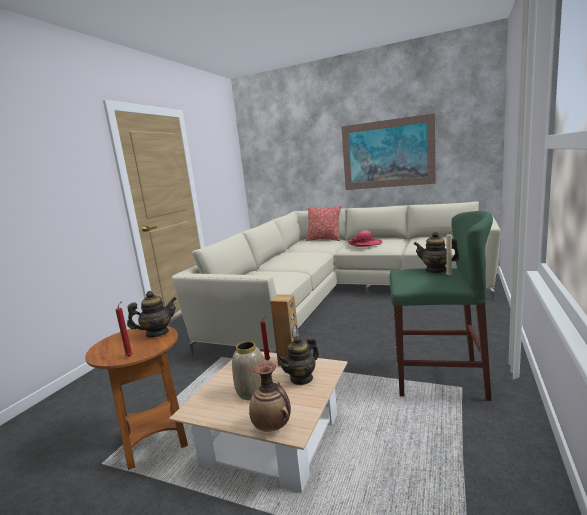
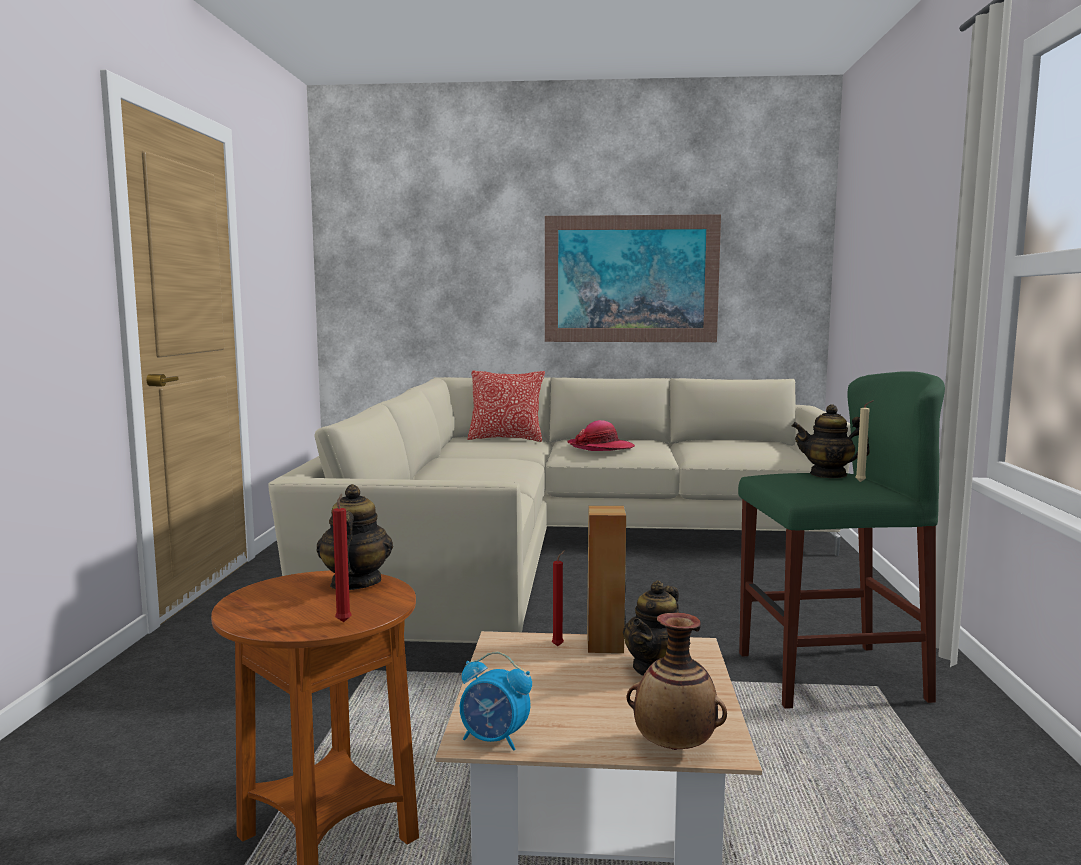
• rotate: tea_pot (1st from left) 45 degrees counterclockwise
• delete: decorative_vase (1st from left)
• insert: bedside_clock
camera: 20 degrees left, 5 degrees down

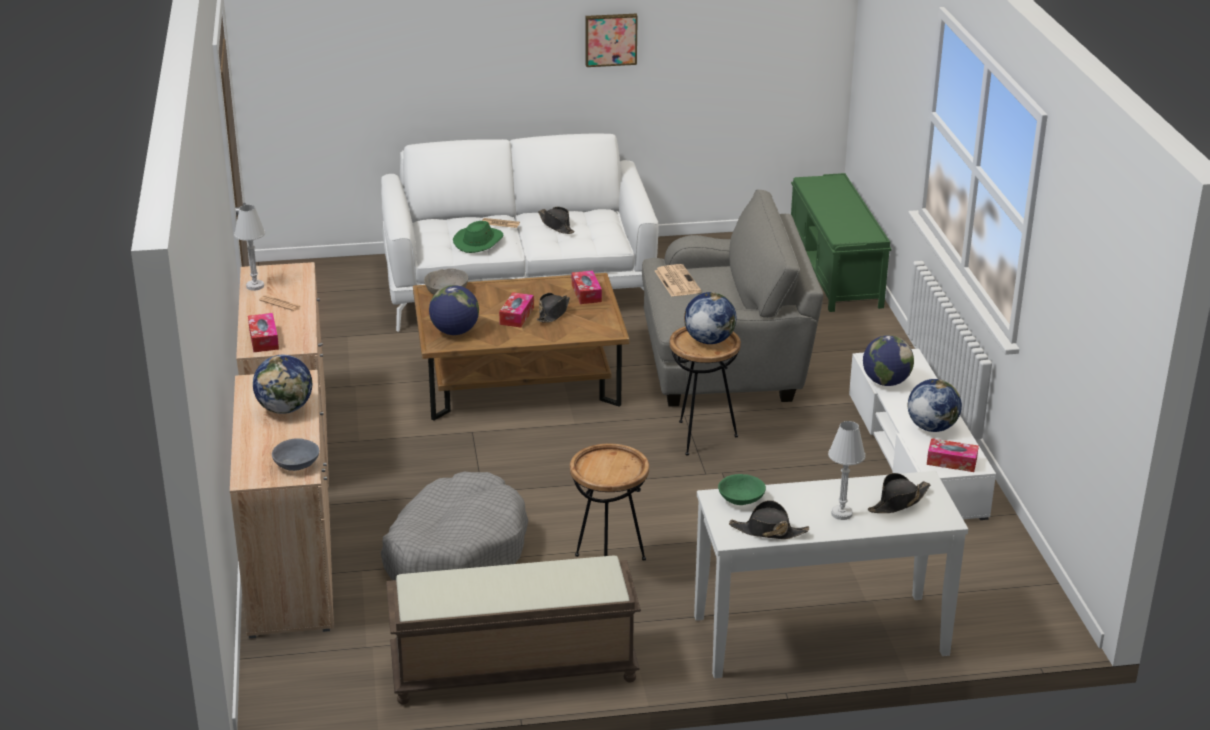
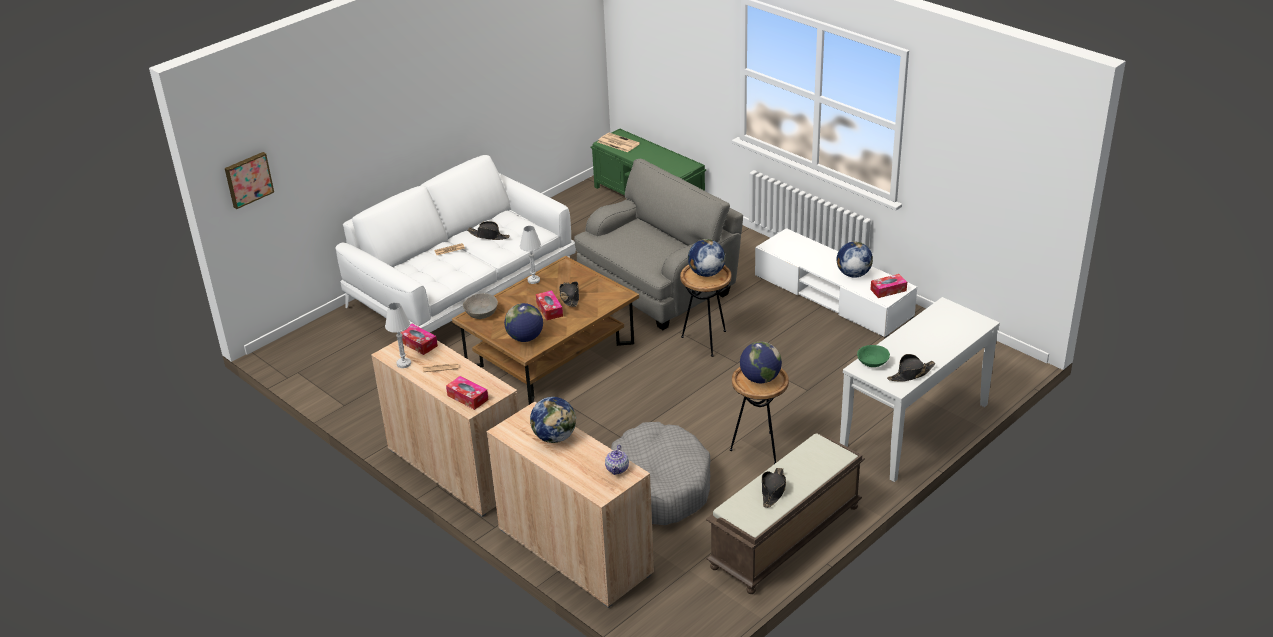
• replace: grey_serving_bowl (1st from left) to tea_pot
• delete: green-coloured_clothing_hat
• move: box_of_tissues (3rd from left in the first image) to box_of_tissues (1st from left)
• move: wall_art
• move: newspaper (3rd from left)
• move: whitish_lamp_for_a_table (2nd from left)
• move: world_globe (4th from left)
• move: black_clothing_hat (4th from left in the first image) to black_clothing_hat (3rd from left)
camera: 35 degrees left, 5 degrees up

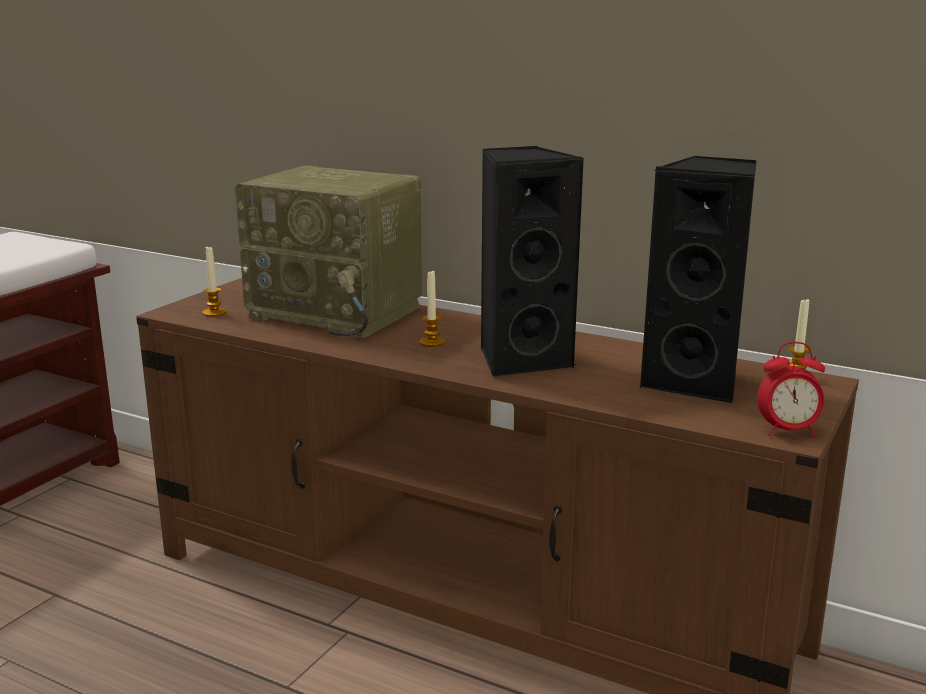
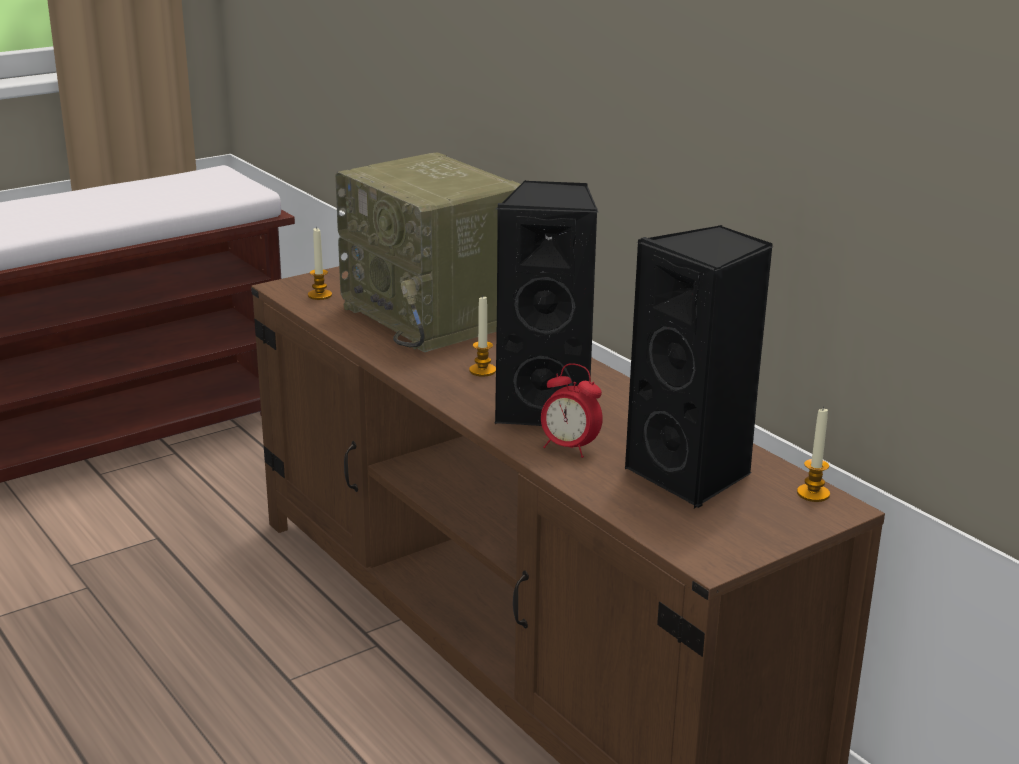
• move: bedside_clock
camera: 25 degrees right, 5 degrees up

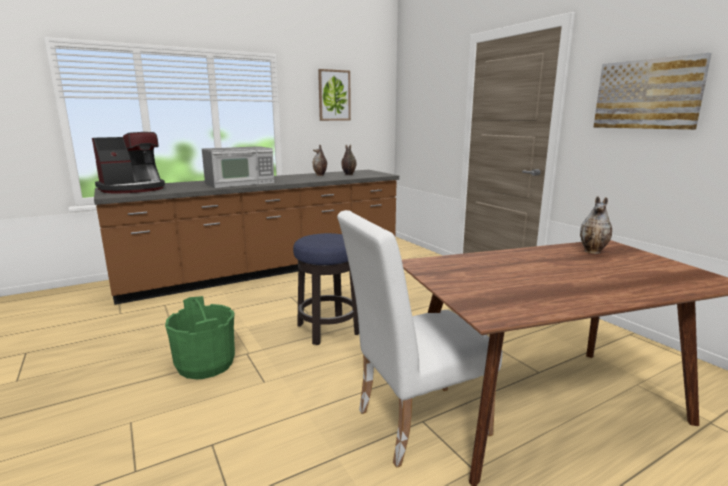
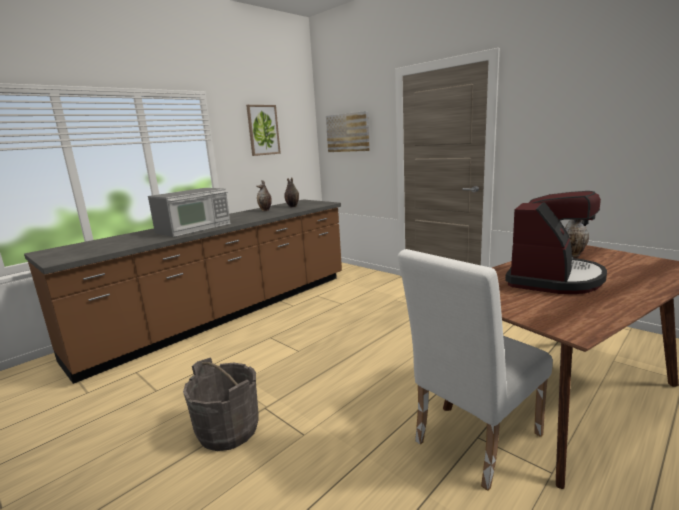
• move: coffee_brewer
• recolor: green-coloured_water_bucket to grey_water_bucket
• delete: sitting_stool
• move: wall_art (2nd from left)
camera: 15 degrees left, 0 degrees up

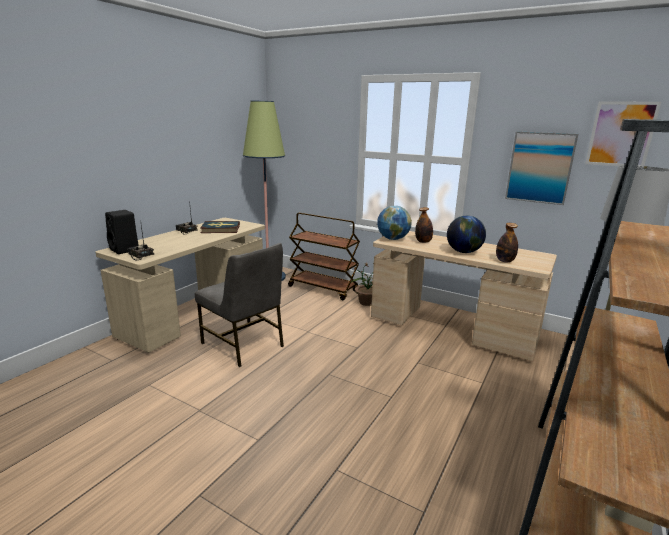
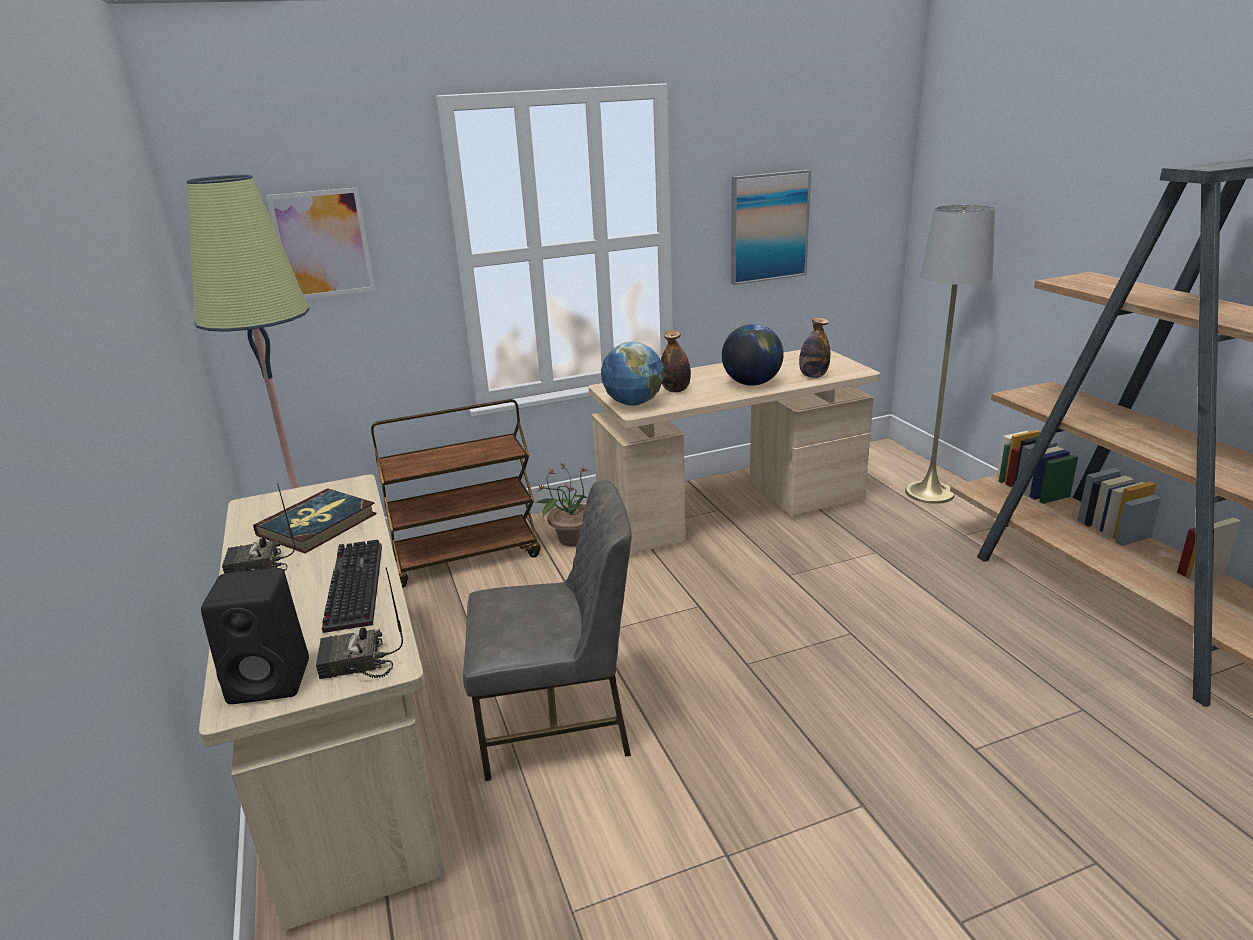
• move: wall_art (2nd from left in the first image) to wall_art (1st from left)
• insert: keyboard
camera: 50 degrees left, 5 degrees up

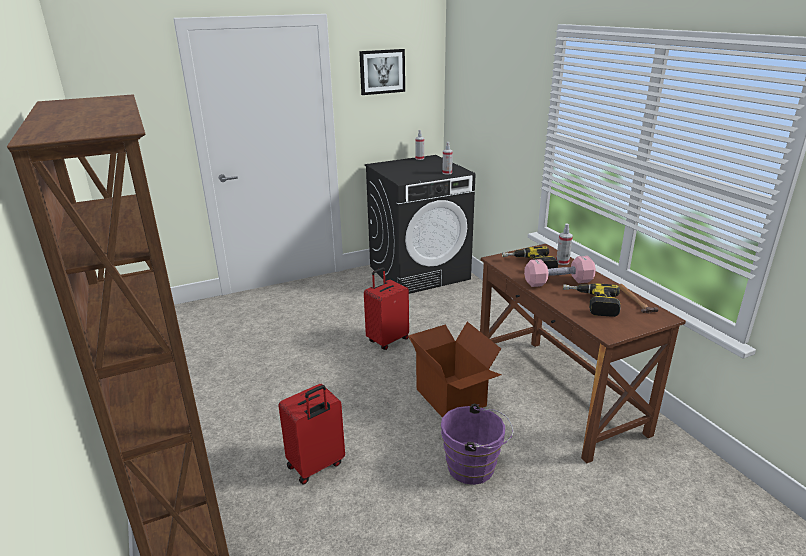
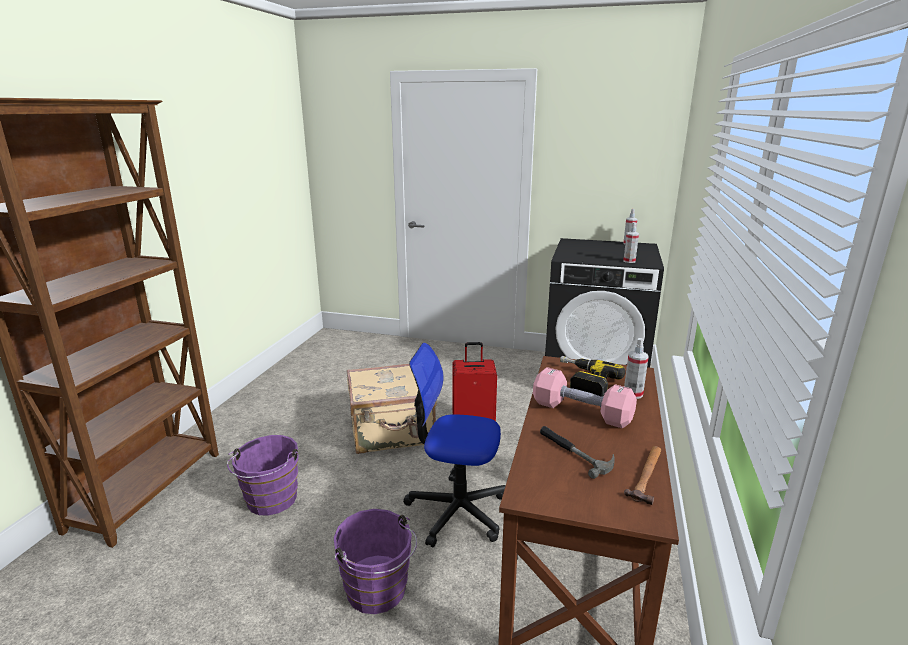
• replace: reddish_suitcase (1st from left) to purplish_water_bucket (1st from left)
• delete: wall_art
• replace: cardboard_box to desk_chair
• replace: drill (2nd from left) to hammer (1st from left)
• insert: beige_suitcase
camera: 40 degrees right, 5 degrees down

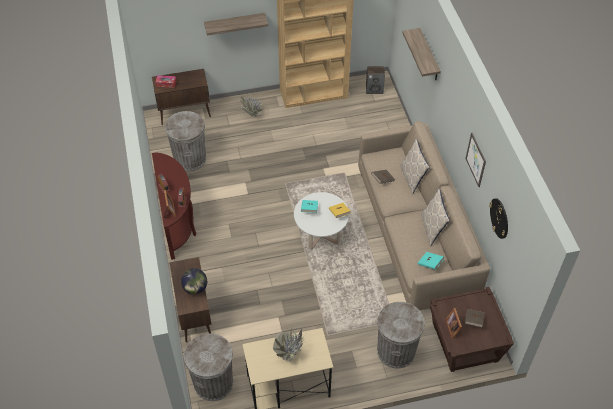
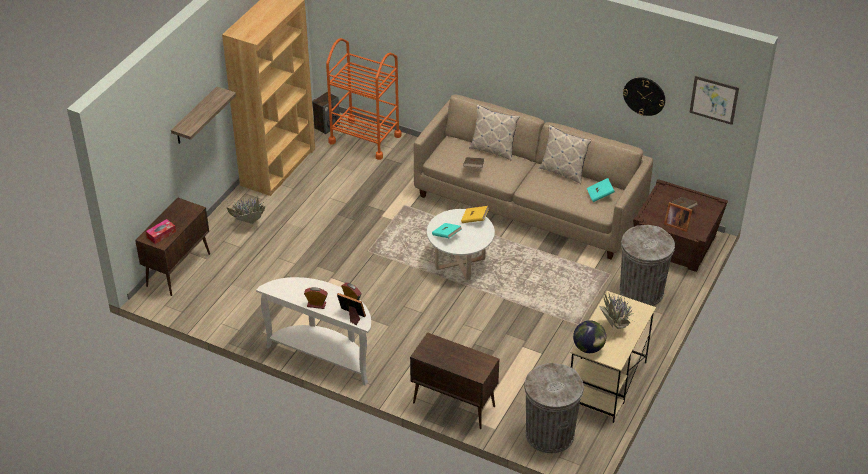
• recolor: brown-coloured_hall_table to whitish_hall_table
• delete: grey_waste_bin (1st from left)
• move: world_globe
• delete: shelf (2nd from left)
• move: wall_art
• insert: orange_trolley
camera: 50 degrees left, 10 degrees down

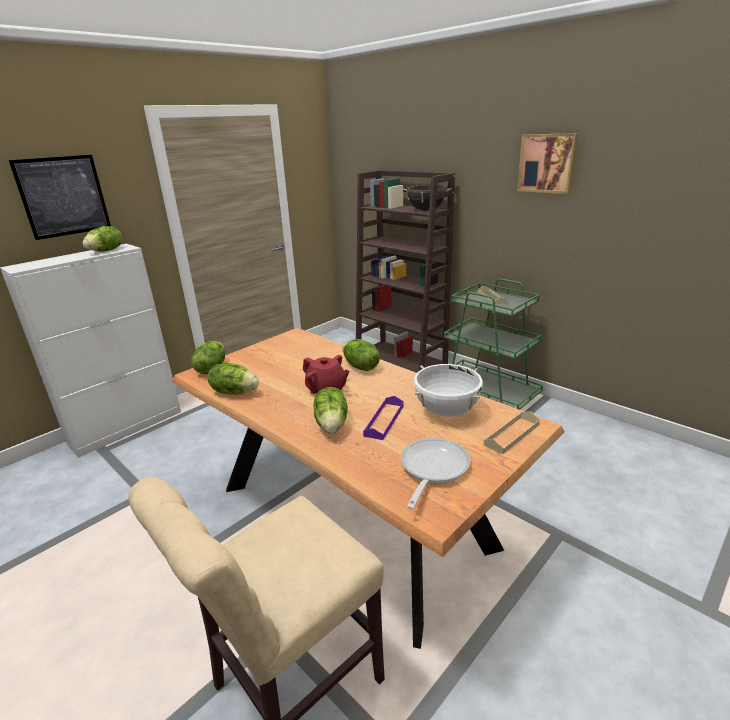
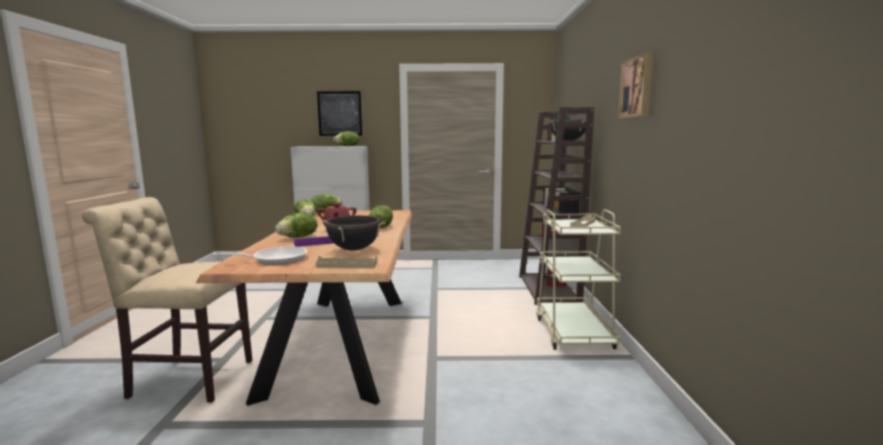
• recolor: whitish_cooking_pot to black_cooking_pot (1st from left)
• recolor: green-coloured_trolley to beige_trolley
camera: 45 degrees right, 15 degrees down

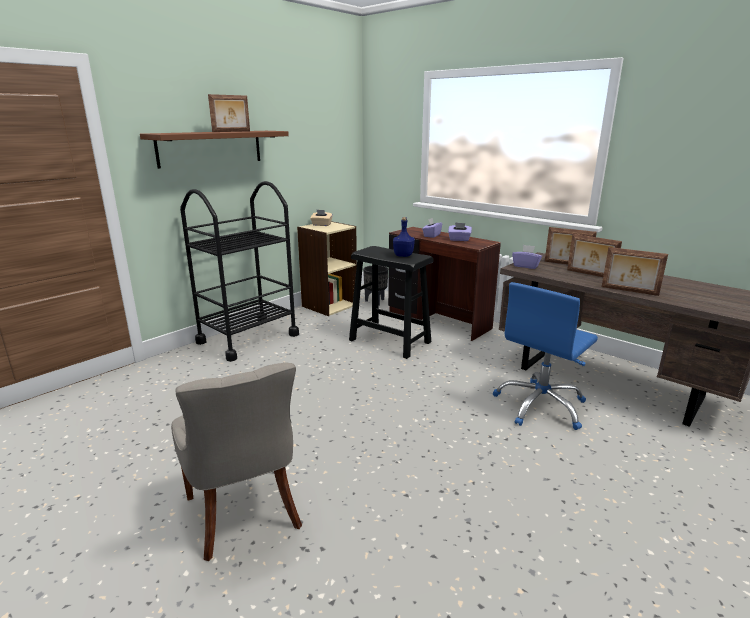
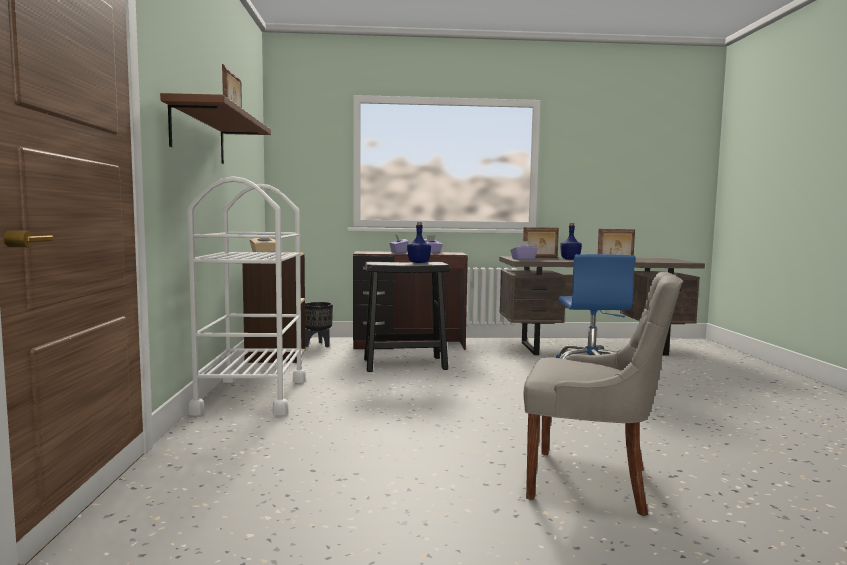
• recolor: black_trolley to whitish_trolley
• replace: picture_frame (3rd from left) to bluish_bottle (2nd from left)
camera: 45 degrees left, 15 degrees down

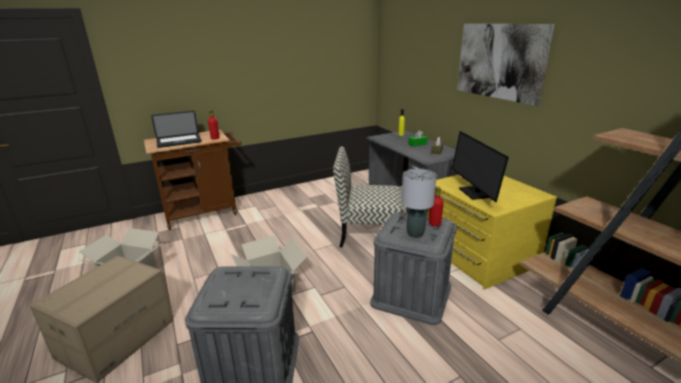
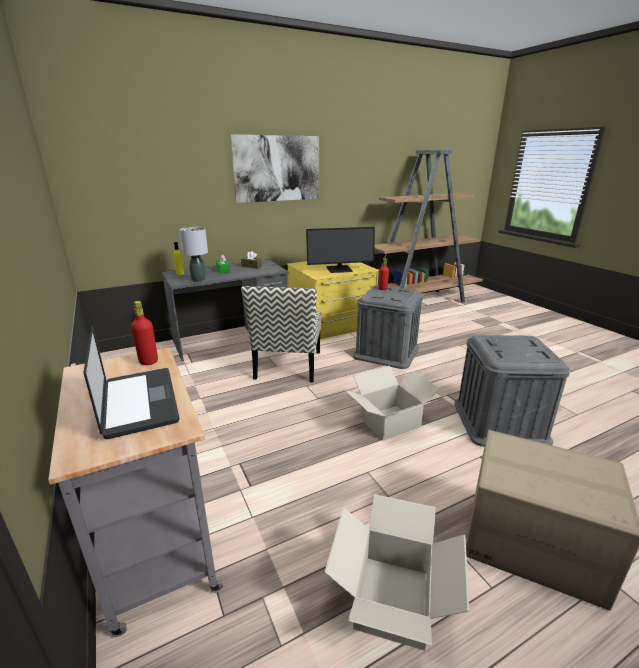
• recolor: brown-coloured_trolley to grey_trolley
• move: grey_lamp_for_a_table
camera: 90 degrees left, 0 degrees up

